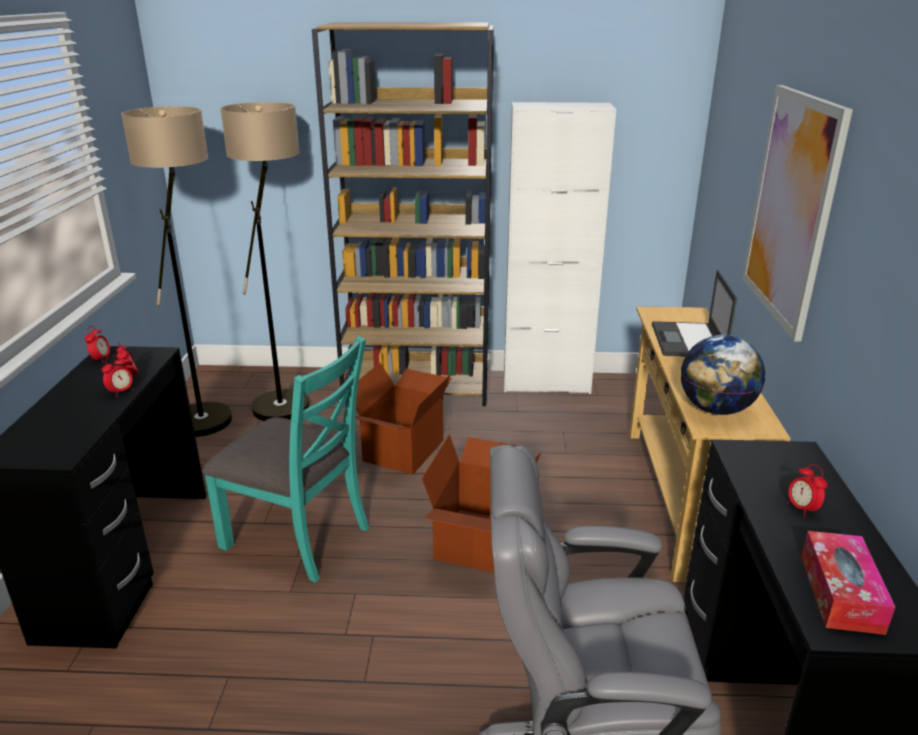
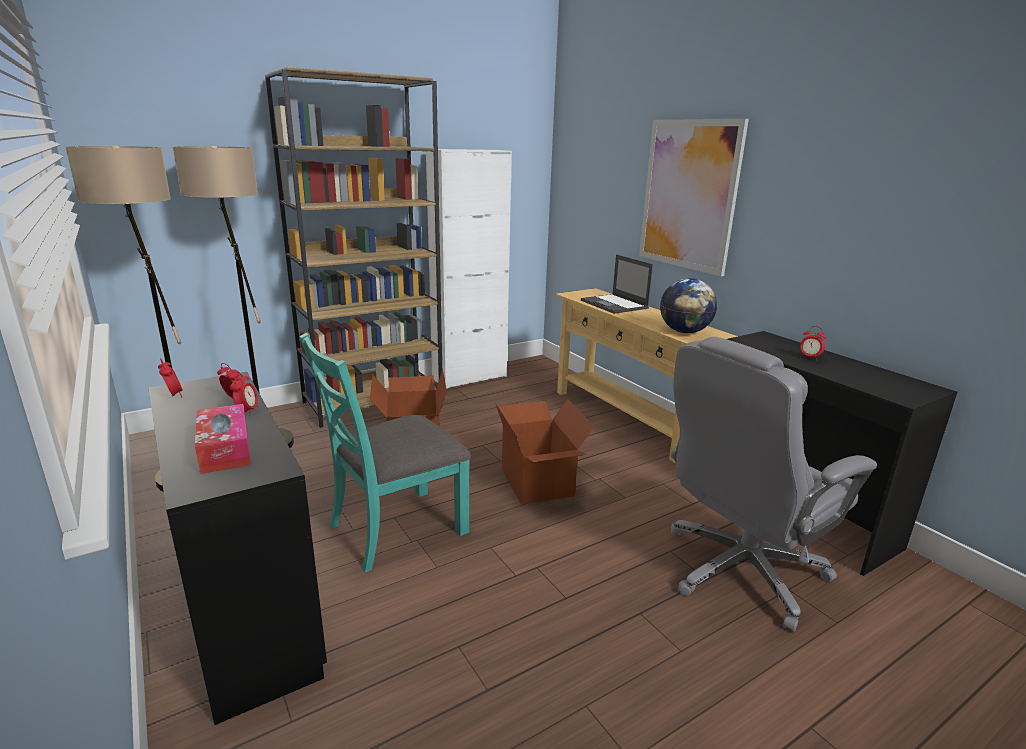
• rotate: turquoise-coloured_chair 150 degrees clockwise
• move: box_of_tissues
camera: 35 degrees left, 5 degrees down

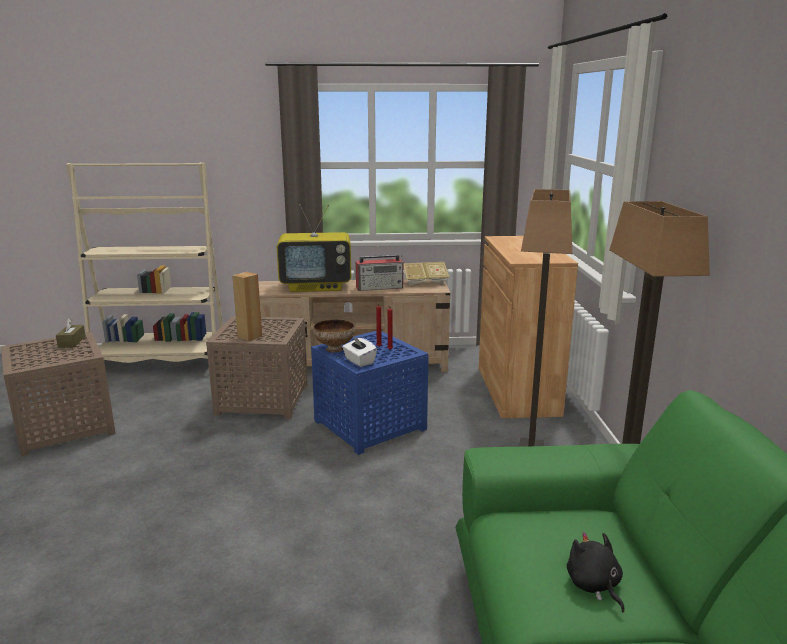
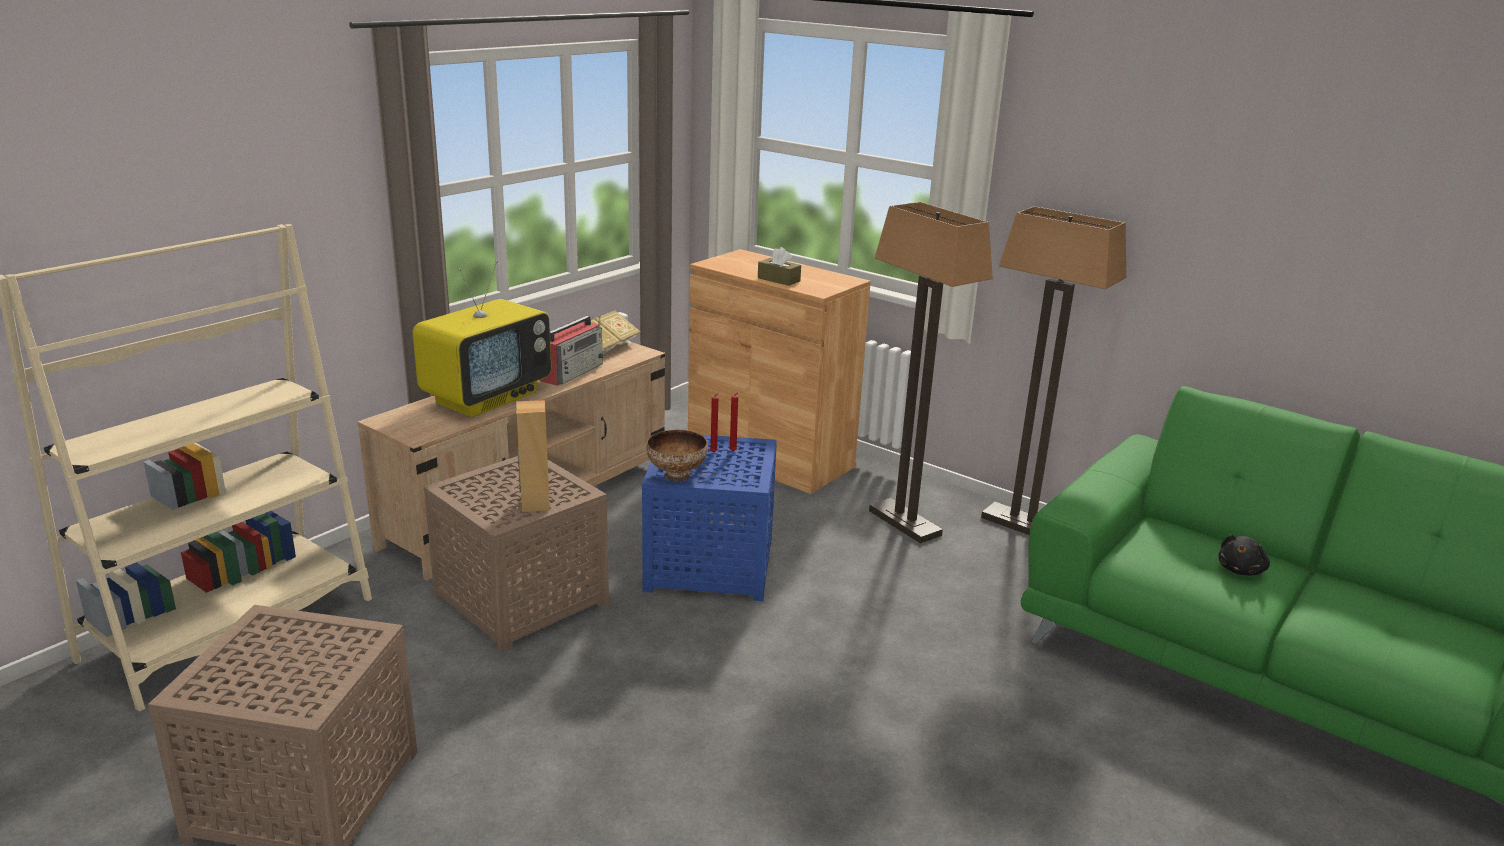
• move: brown-coloured_box_of_tissues
• delete: whitish_box_of_tissues
• rotate: black_soft_toy 75 degrees counterclockwise
camera: 50 degrees left, 5 degrees up

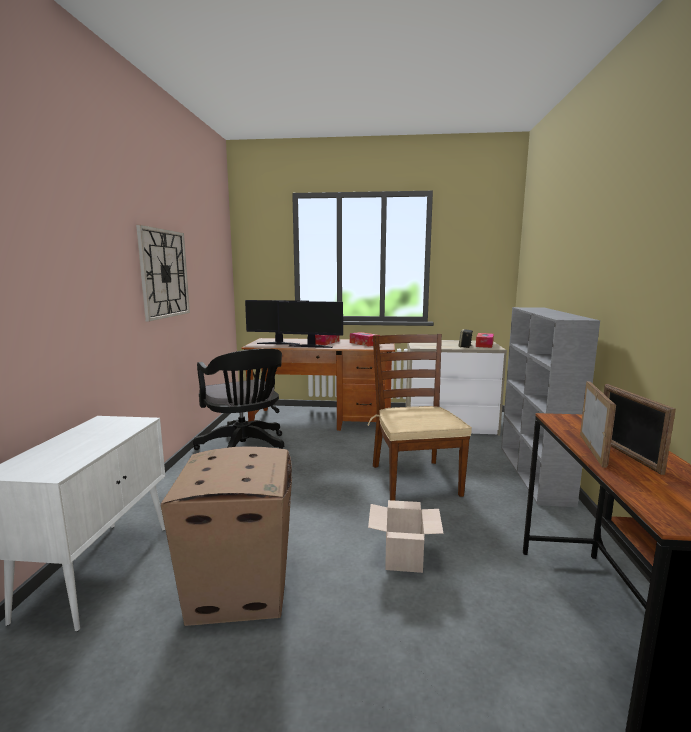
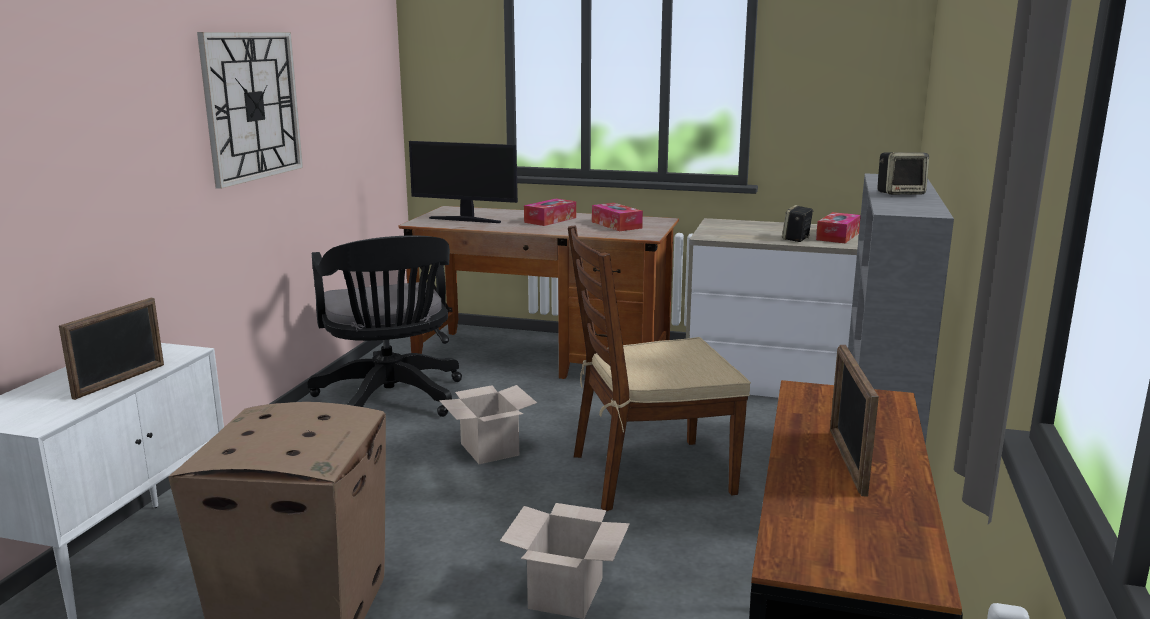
• delete: monitor (2nd from left)
• rotate: brown-coloured_chair 105 degrees counterclockwise
• move: picture_frame (1st from left)
• insert: cardboard_box (2nd from left)
• insert: audio_speaker (2nd from left)
camera: 10 degrees right, 5 degrees up

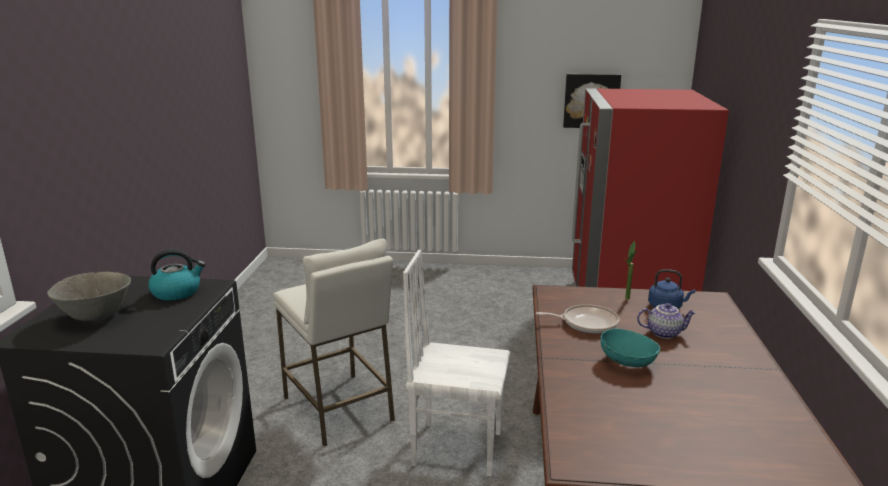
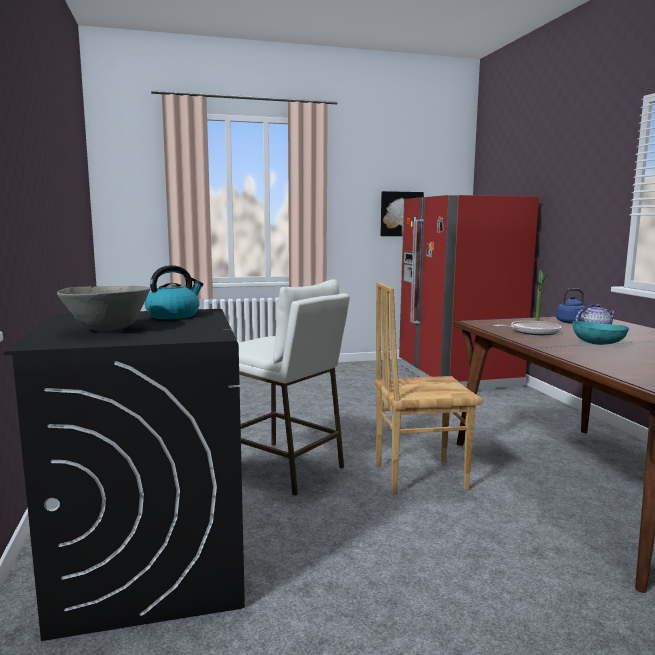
• recolor: whitish_chair to brown-coloured_chair
camera: 20 degrees left, 10 degrees down

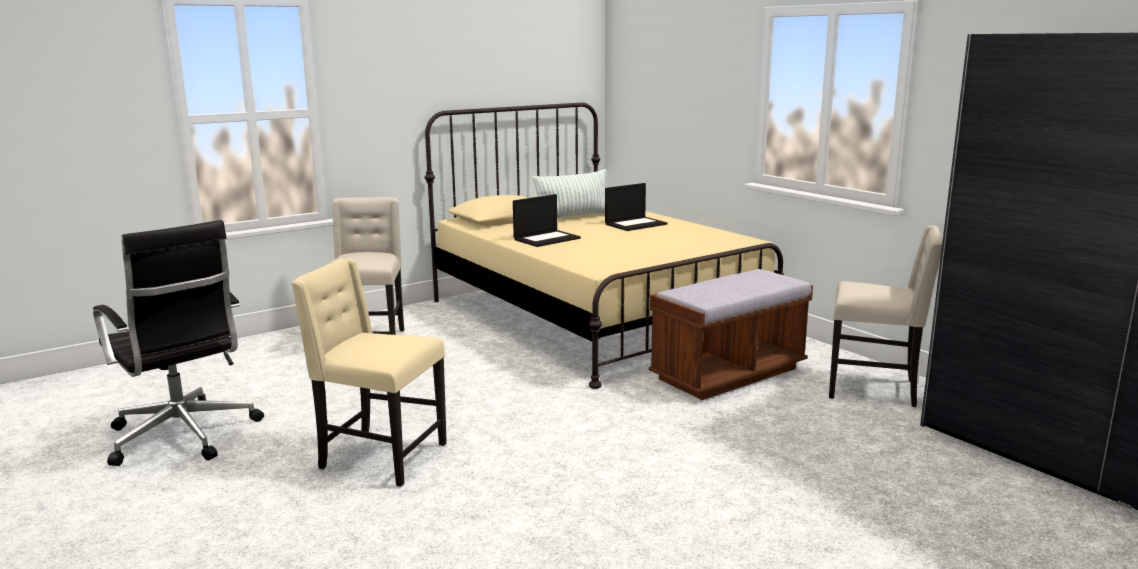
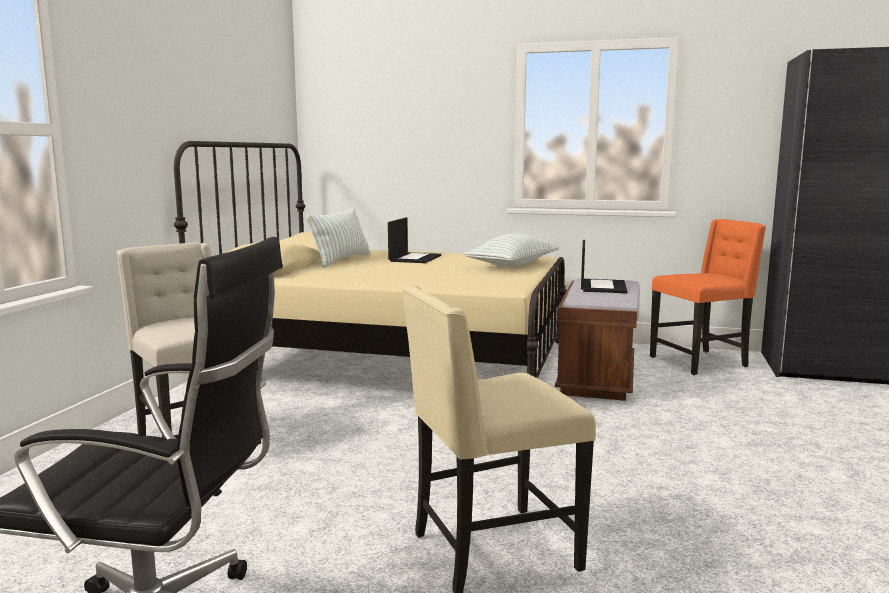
• move: laptop (1st from left in the first image) to laptop (2nd from left)
• recolor: beige_chair (3rd from left) to orange_chair
• insert: pillow (2nd from left)
camera: 40 degrees left, 5 degrees down

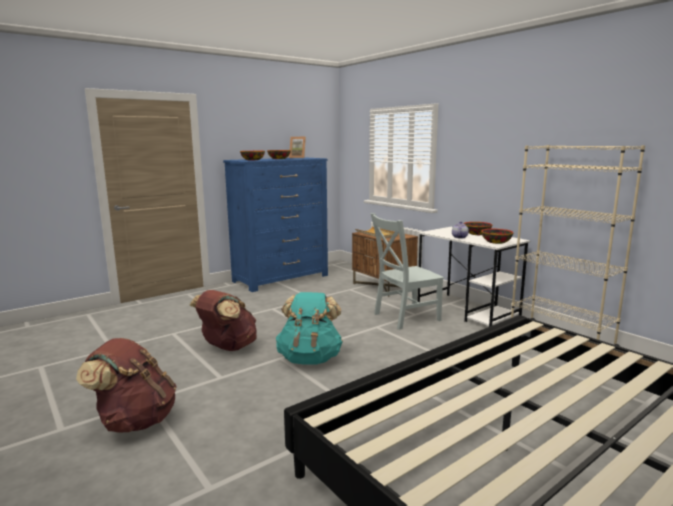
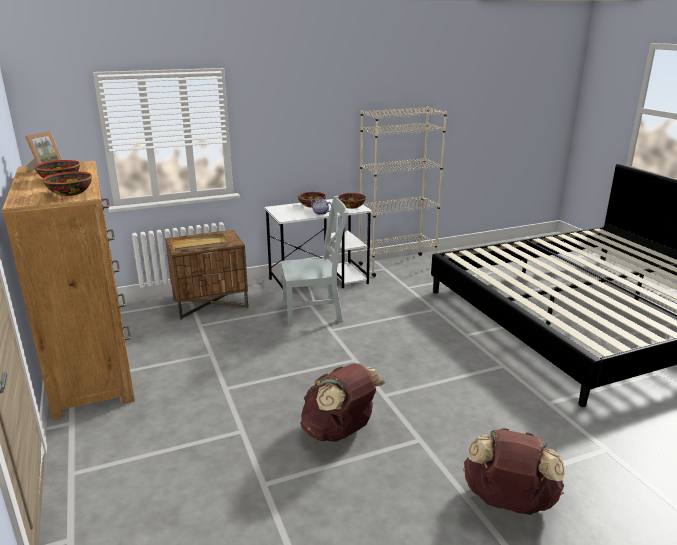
• recolor: bluish_chest_of_drawers to brown-coloured_chest_of_drawers
• delete: turquoise-coloured_knapsack
• rotate: grey_chair 90 degrees counterclockwise
camera: 75 degrees left, 10 degrees up

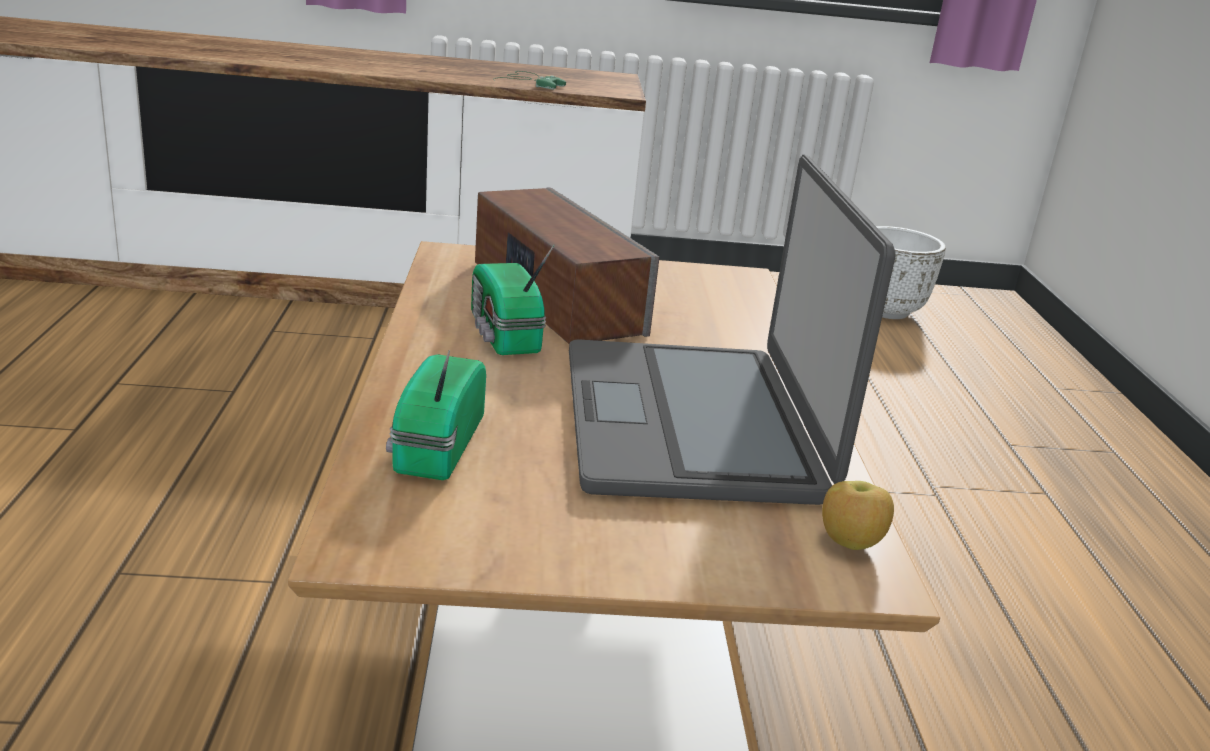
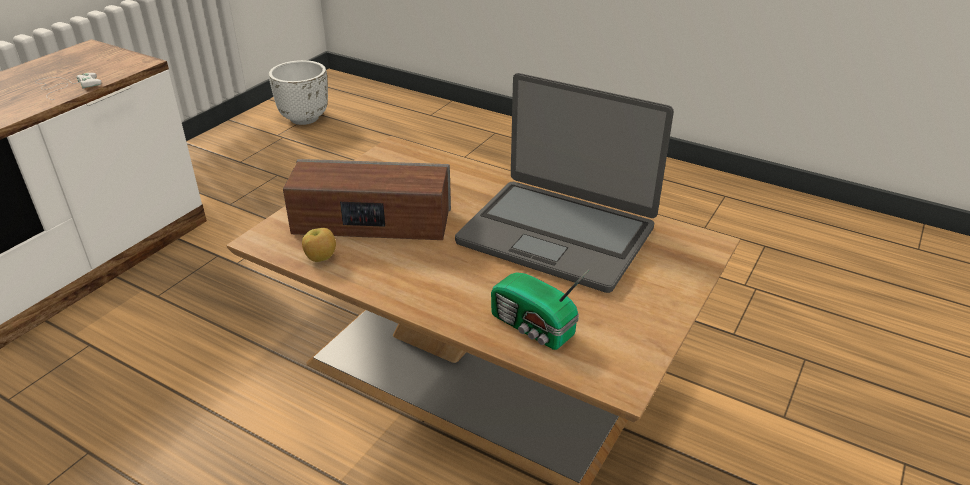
• delete: radio (2nd from left)
• recolor: green-coloured_joypad to whitish_joypad
• move: whole_apple
camera: 55 degrees left, 10 degrees up

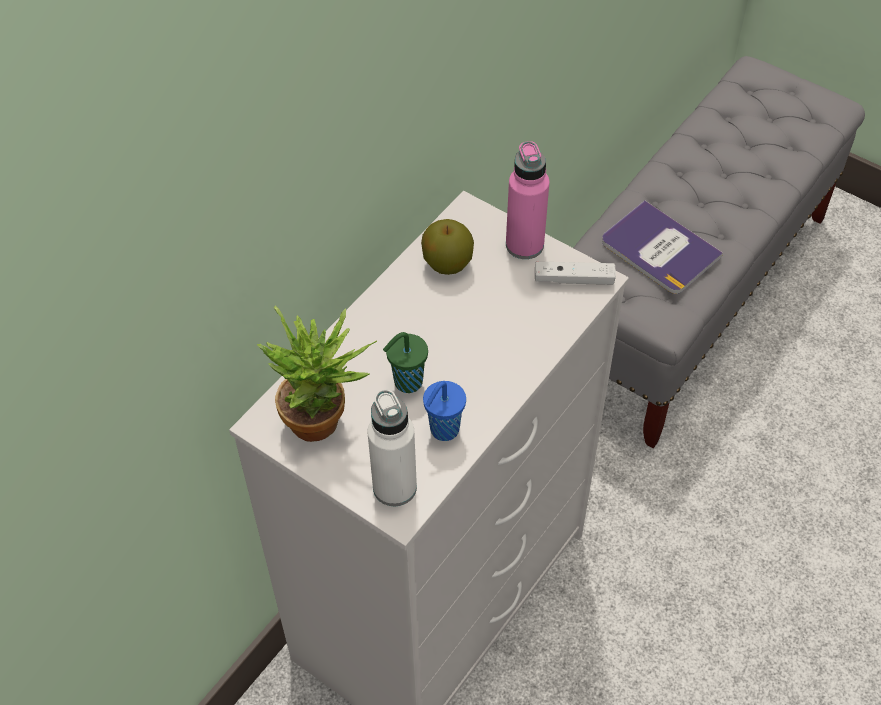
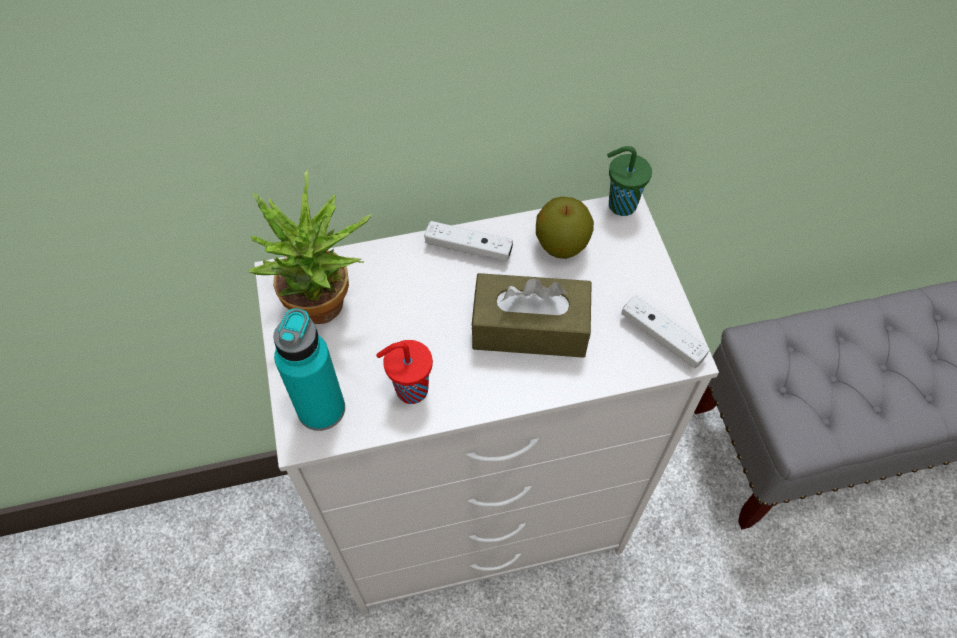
• recolor: whitish_bottle to turquoise-coloured_bottle
• move: green-coloured_drinking_cup
• recolor: bluish_drinking_cup to reddish_drinking_cup
• delete: pinkish_bottle
• delete: volume
• insert: whitish_joypad (1st from left)
• insert: brown-coloured_box_of_tissues
camera: 40 degrees right, 5 degrees up

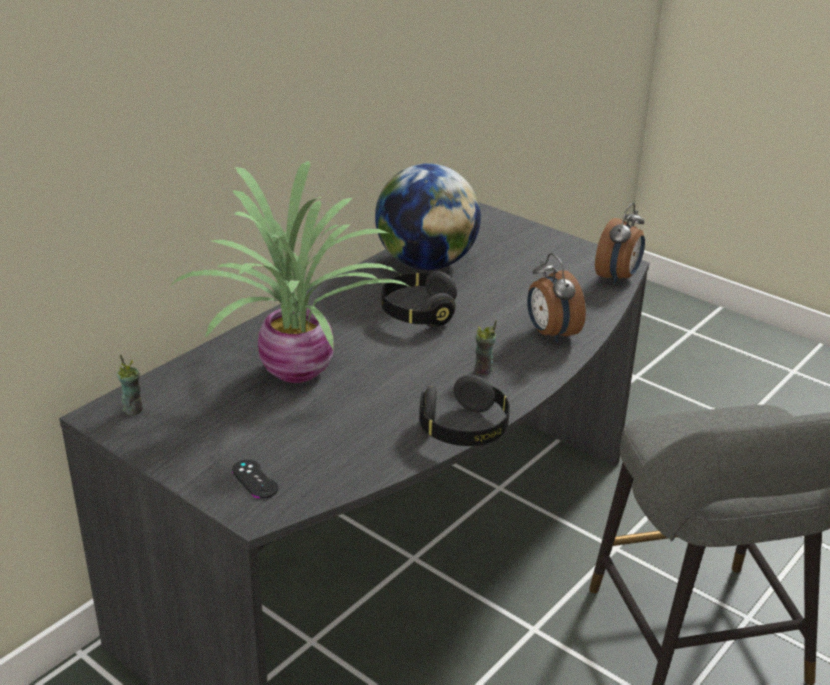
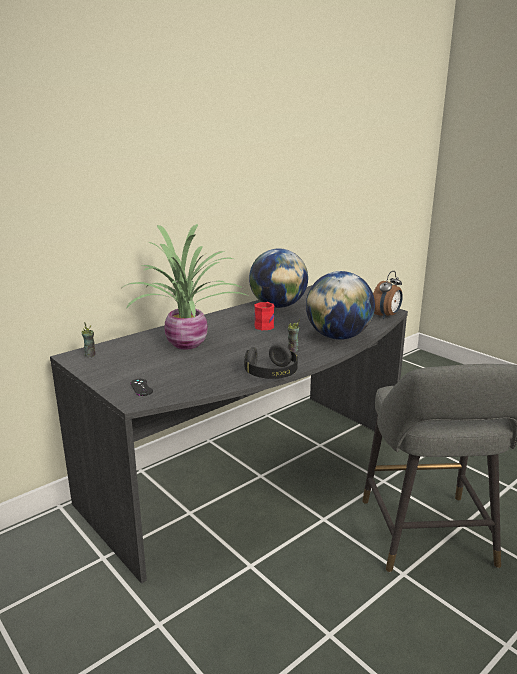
• replace: black_headphones (1st from left) to reddish_tea_mug
• replace: bedside_clock (1st from left) to world_globe (2nd from left)
camera: 10 degrees right, 10 degrees down

